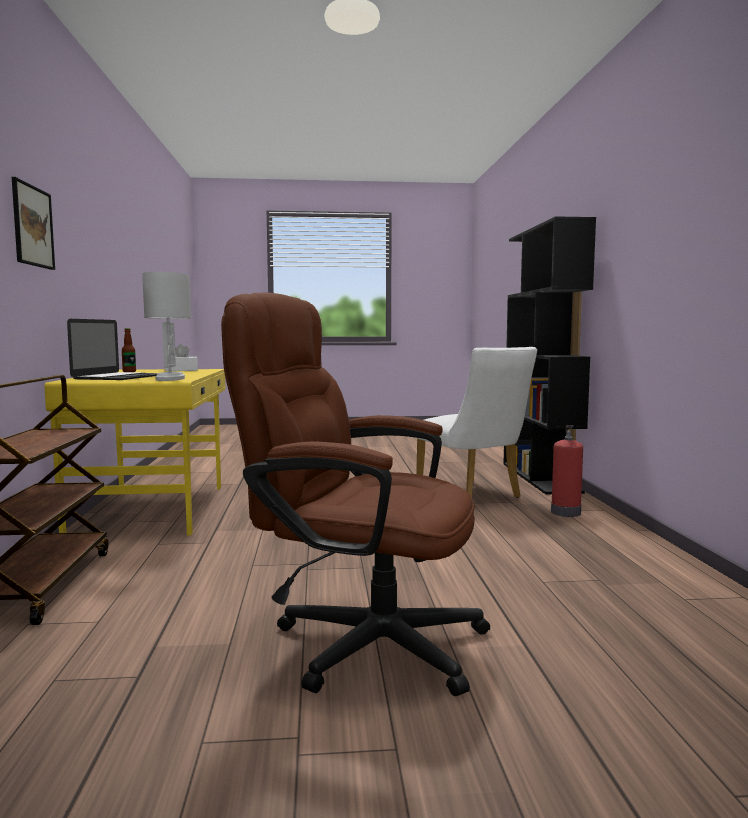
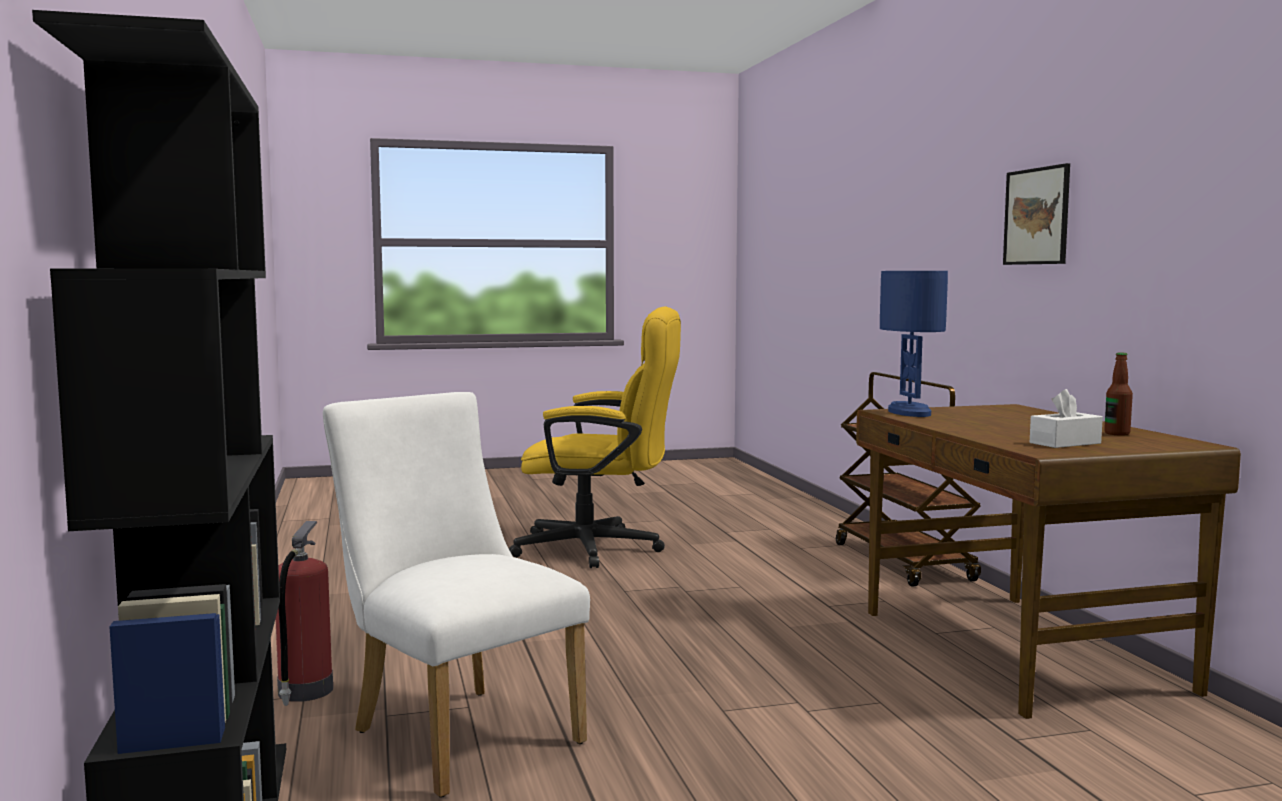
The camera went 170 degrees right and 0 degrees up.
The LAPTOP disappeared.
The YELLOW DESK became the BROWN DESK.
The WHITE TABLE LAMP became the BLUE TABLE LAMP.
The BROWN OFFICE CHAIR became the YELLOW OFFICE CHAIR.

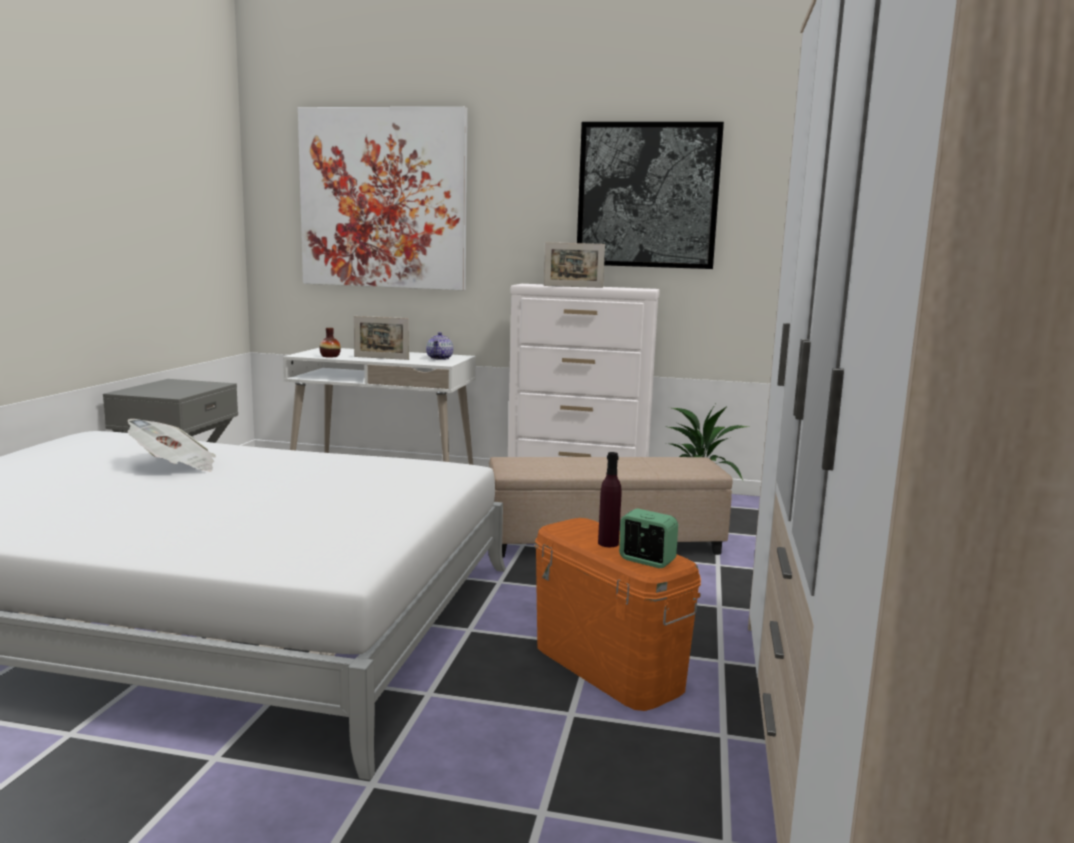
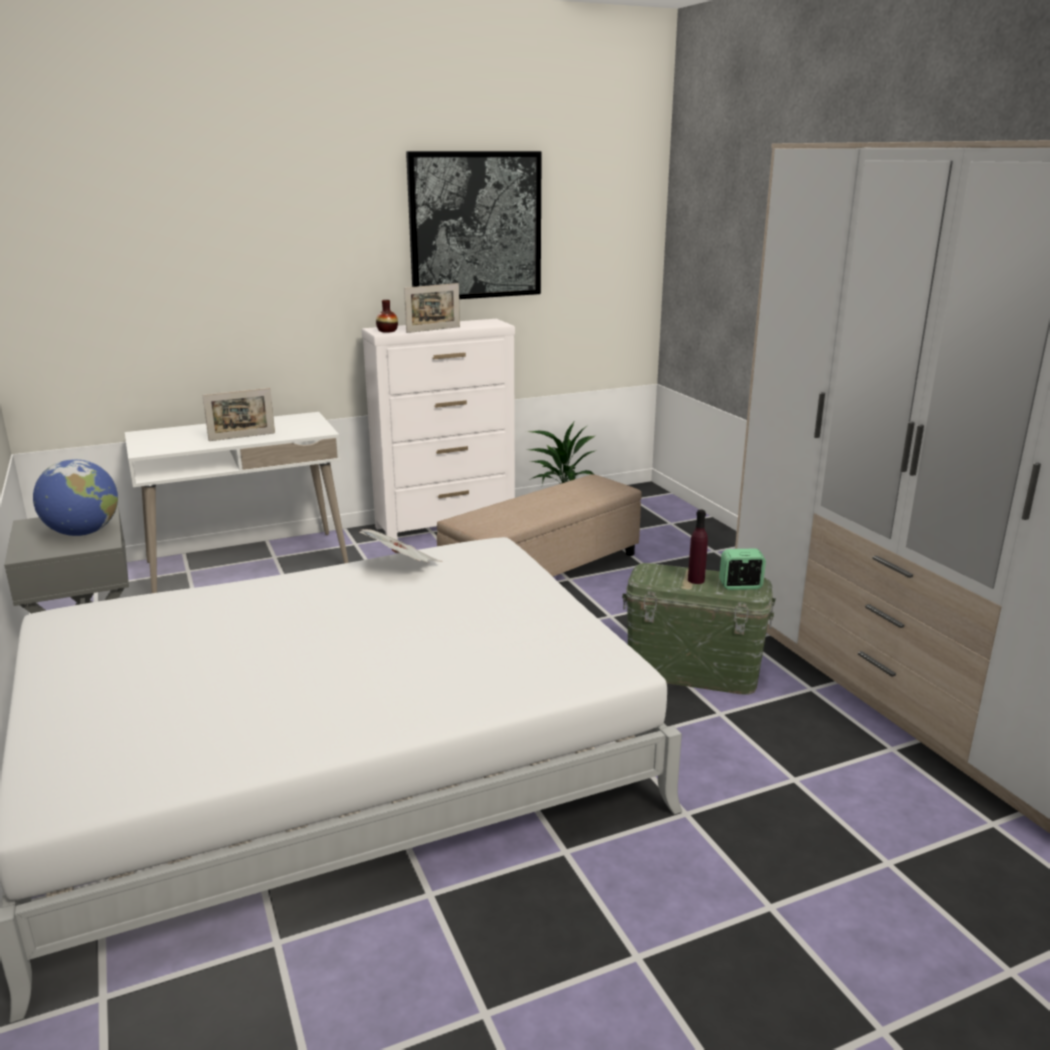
The camera went 35 degrees left and 10 degrees up.
The PICTURE (1st from left) disappeared.
The TEAPOT disappeared.
The GLOBE appeared.
The NEWSPAPER moved.
The VASE moved.
The ORANGE STORAGE BOX became the GREEN STORAGE BOX.

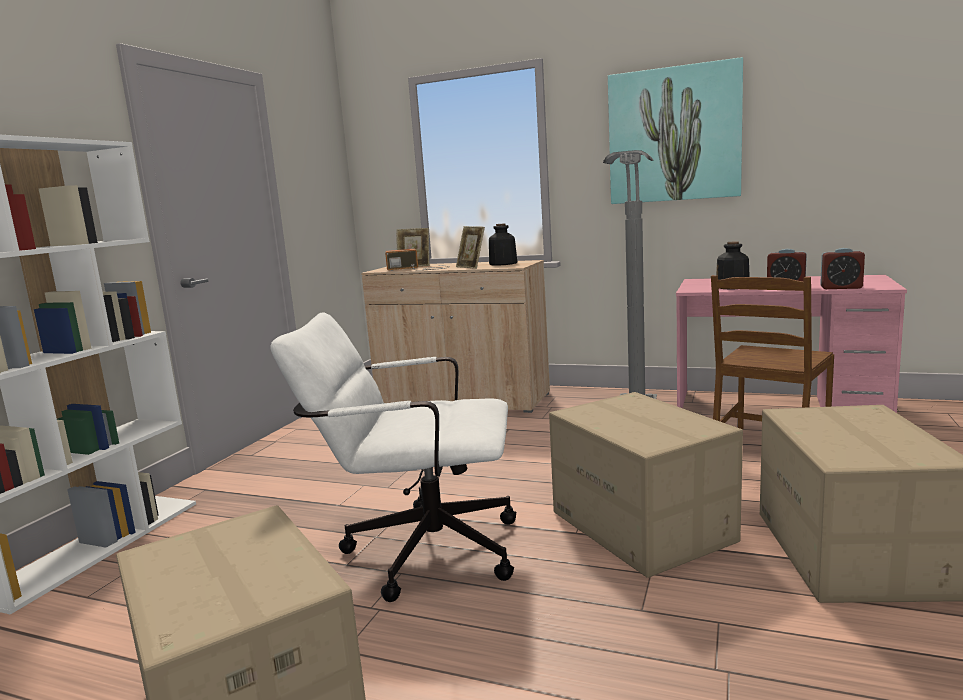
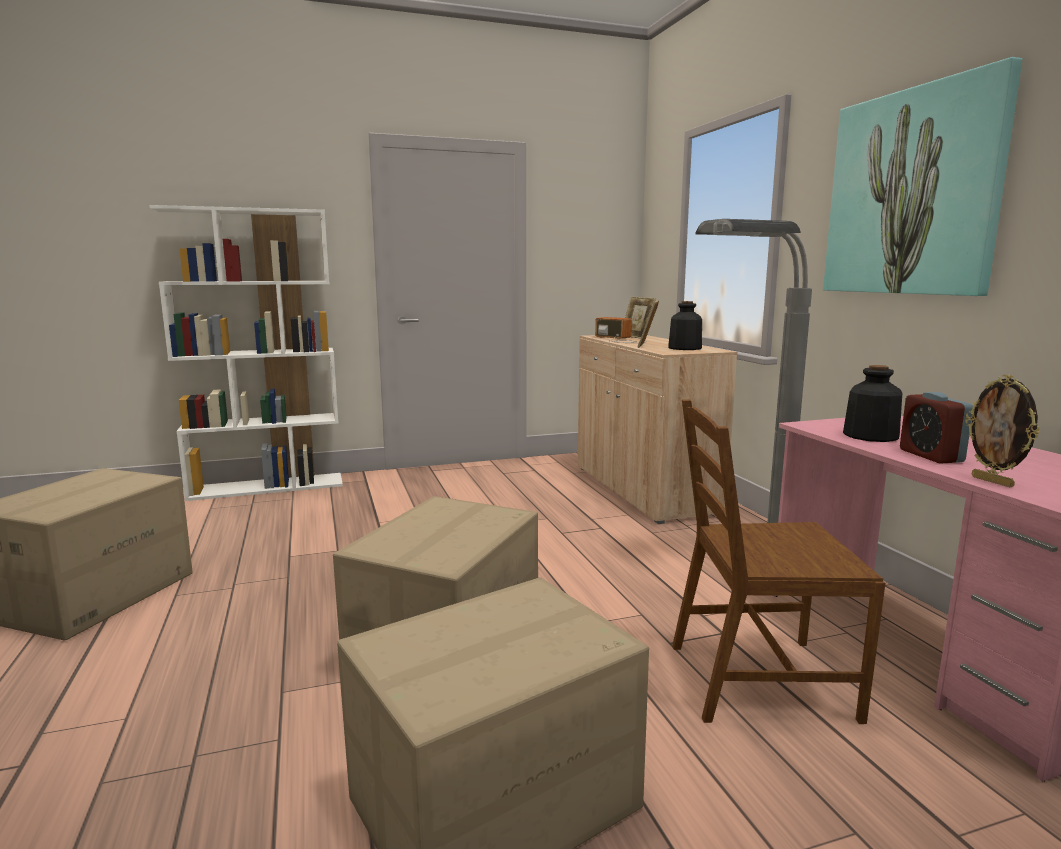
The camera went 50 degrees right and 0 degrees up.
The WHITE OFFICE CHAIR disappeared.
The ALARM CLOCK (2nd from left) was replaced by the PICTURE FRAME (3rd from left).

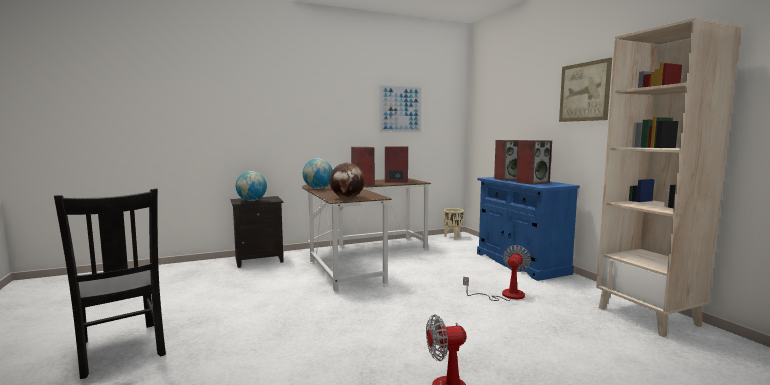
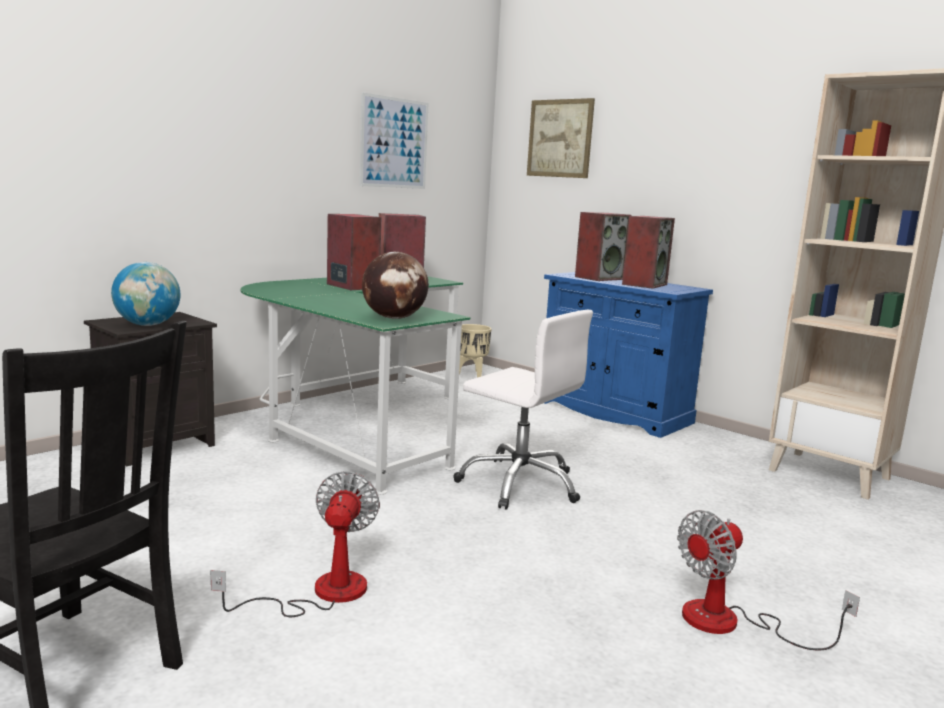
The camera went 25 degrees left and 5 degrees up.
The GLOBE (2nd from left) disappeared.
The WHITE OFFICE CHAIR appeared.
The FAN (2nd from left in the first image) moved.
The PICTURE (2nd from left) moved.
The BROWN DESK became the GREEN DESK.

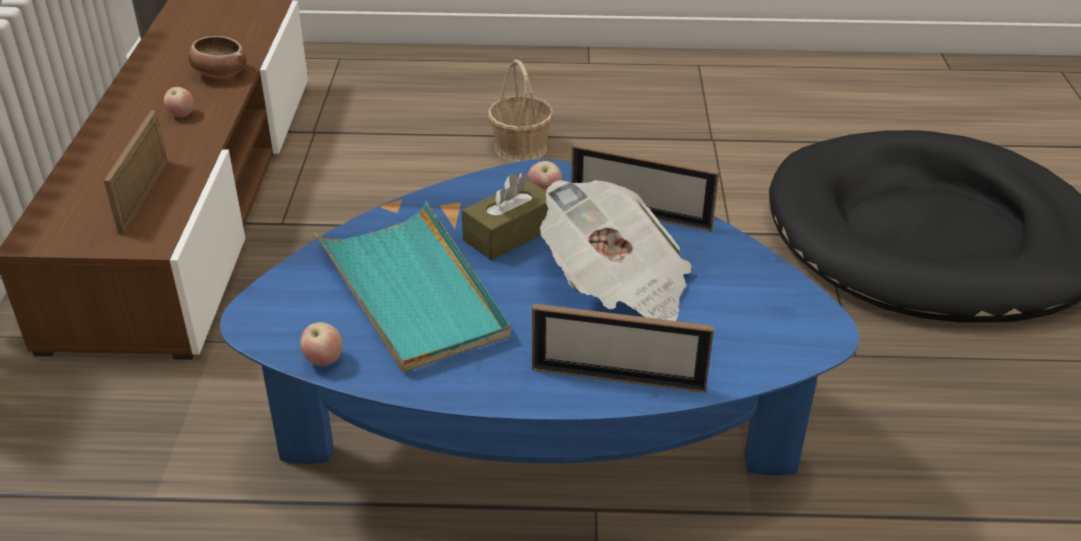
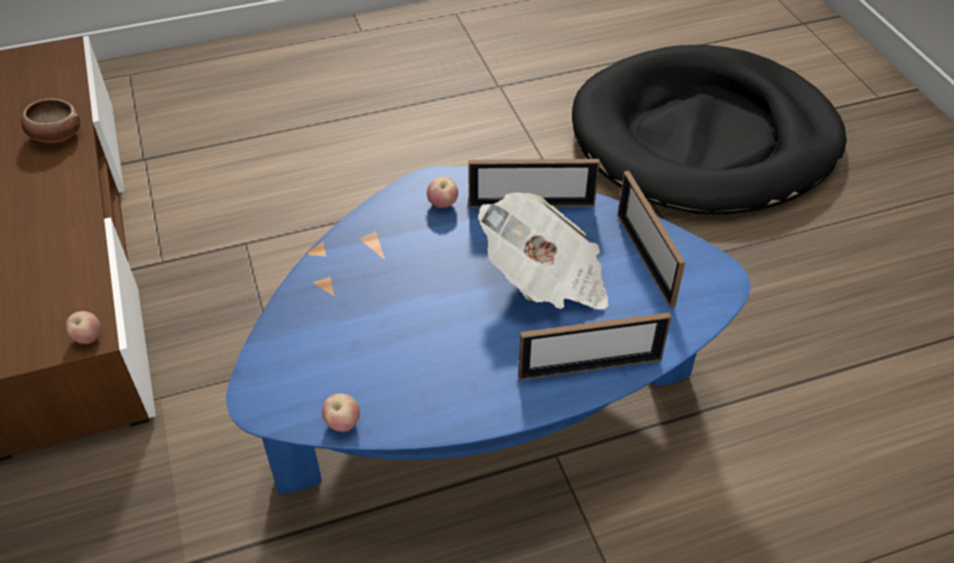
The camera went 20 degrees left and 10 degrees up.
The TURQUOISE TRAY disappeared.
The BROWN TISSUE BOX disappeared.
The BASKET disappeared.
The PICTURE FRAME (1st from left in the first image) moved.
The APPLE (1st from left) moved.

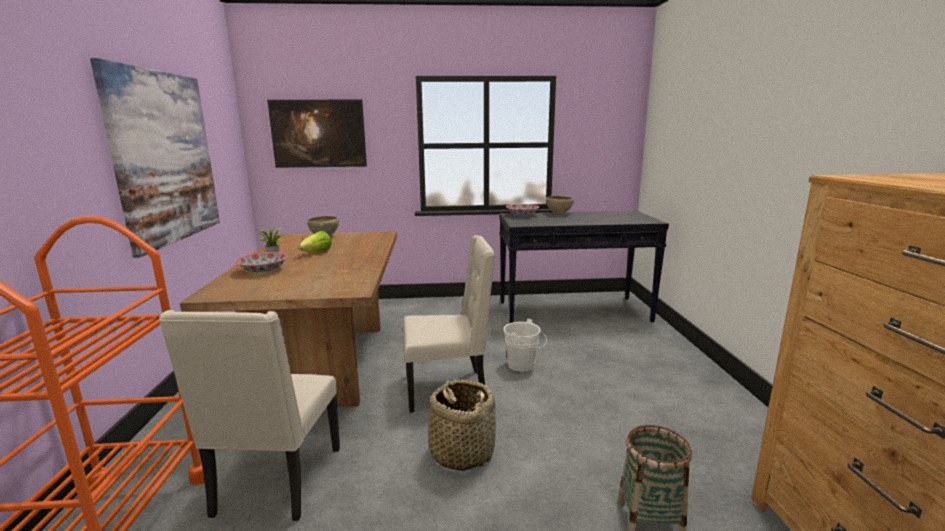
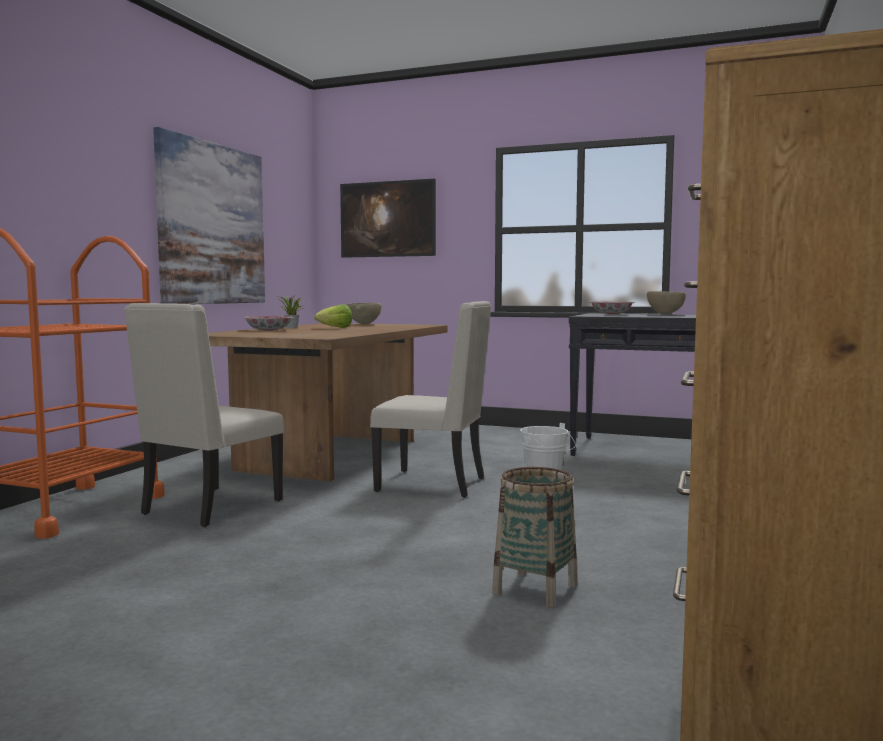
The camera went 25 degrees right and 10 degrees down.
The BASKET (1st from left) disappeared.

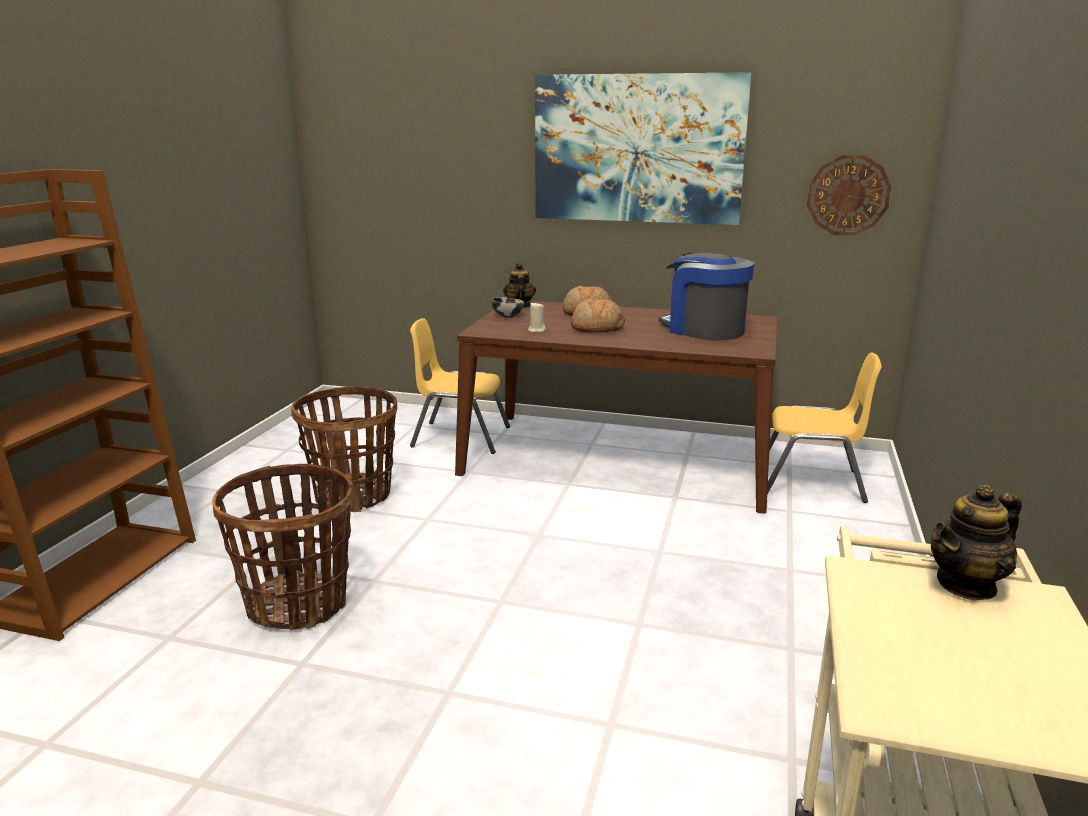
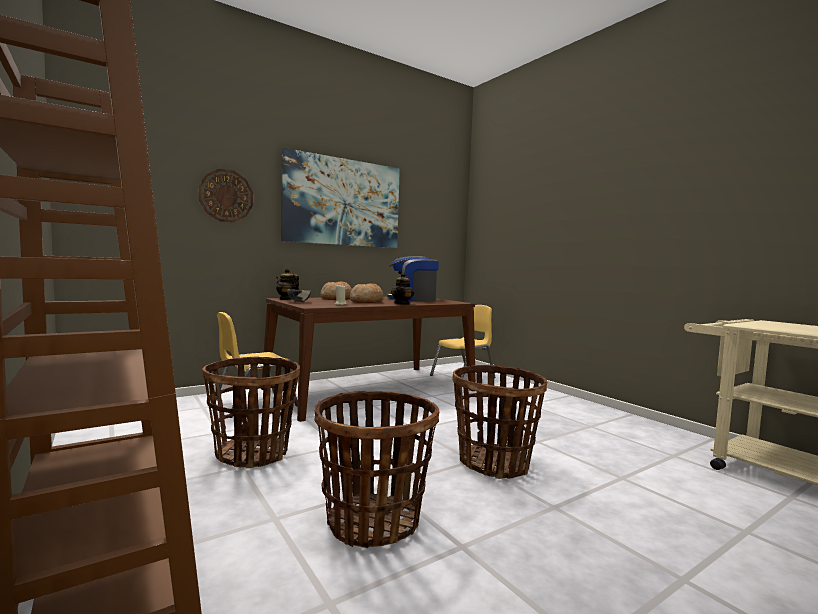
The camera went 50 degrees left and 15 degrees down.
The BASKET (3rd from left) appeared.
The WALL CLOCK moved.
The TEAPOT (2nd from left) moved.

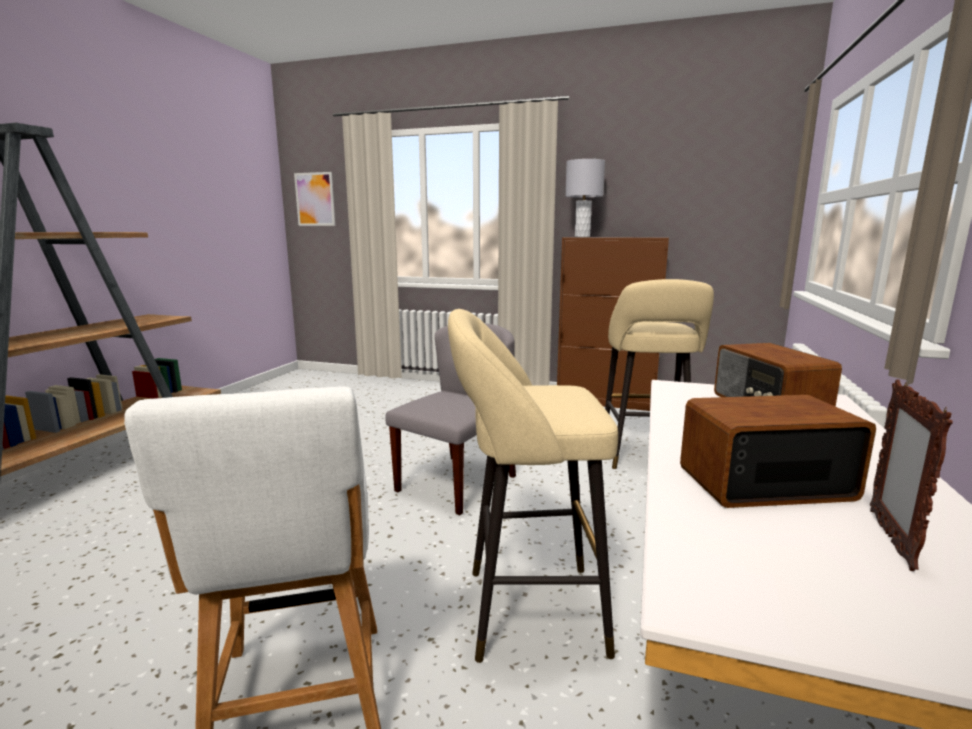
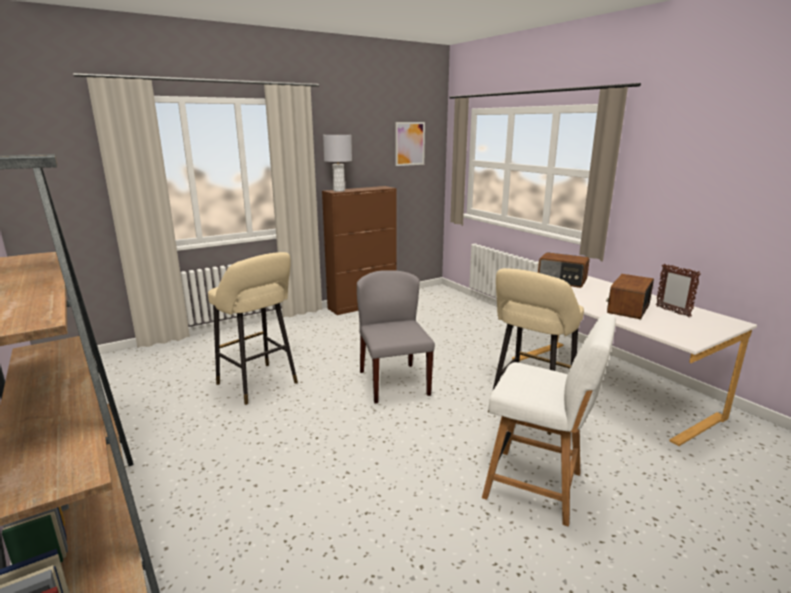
The camera went 50 degrees left and 5 degrees up.
The PICTURE moved.
The BEIGE STOOL (2nd from left in the first image) moved.

